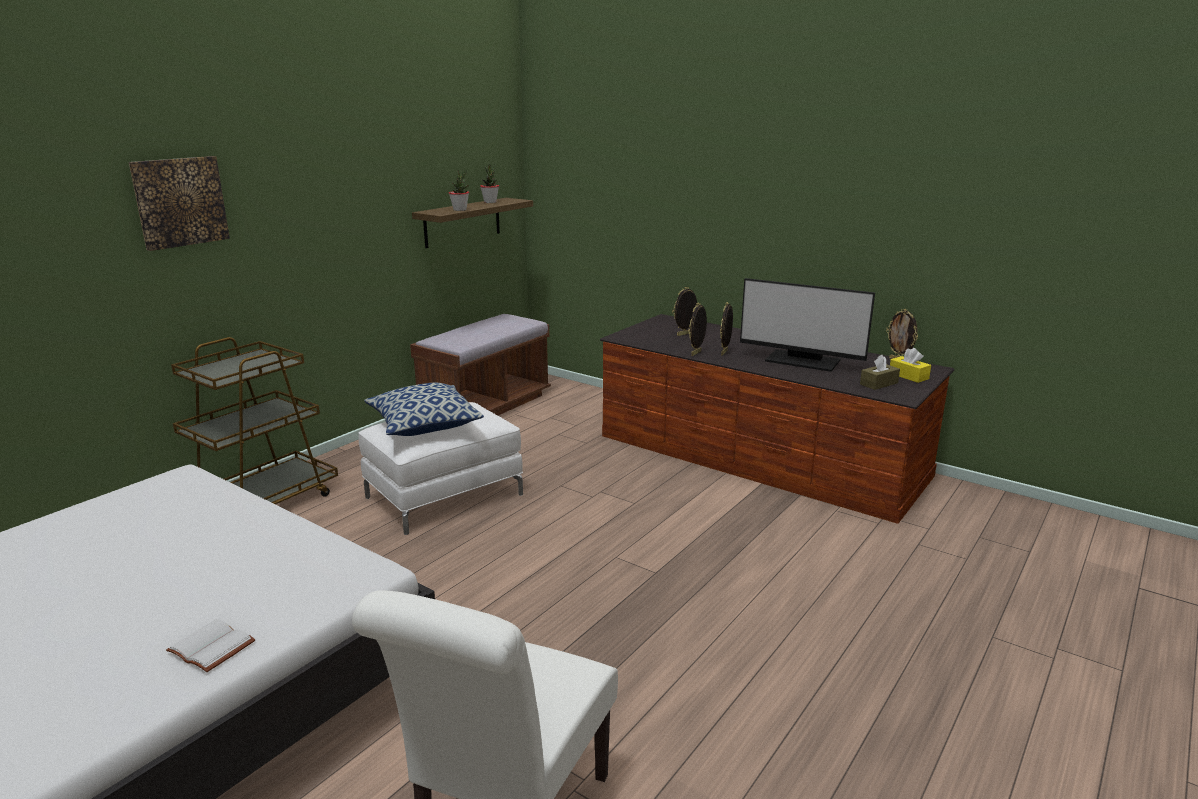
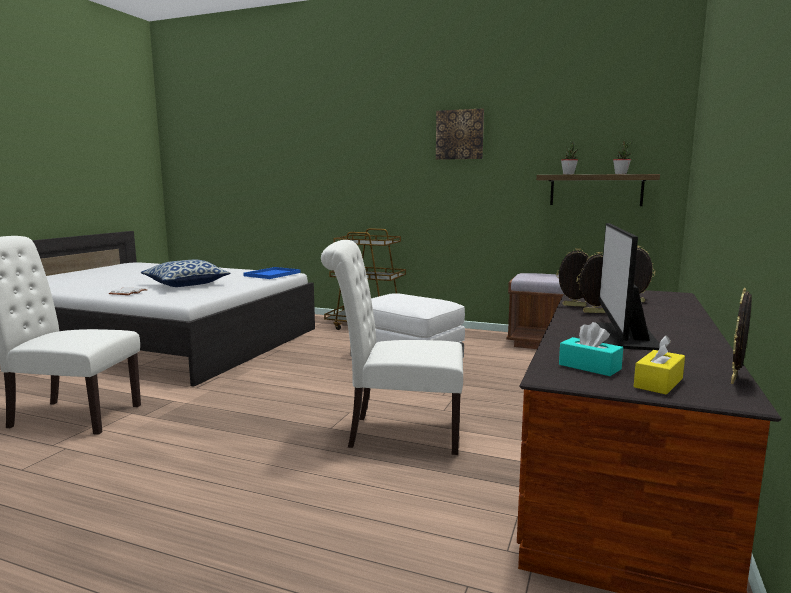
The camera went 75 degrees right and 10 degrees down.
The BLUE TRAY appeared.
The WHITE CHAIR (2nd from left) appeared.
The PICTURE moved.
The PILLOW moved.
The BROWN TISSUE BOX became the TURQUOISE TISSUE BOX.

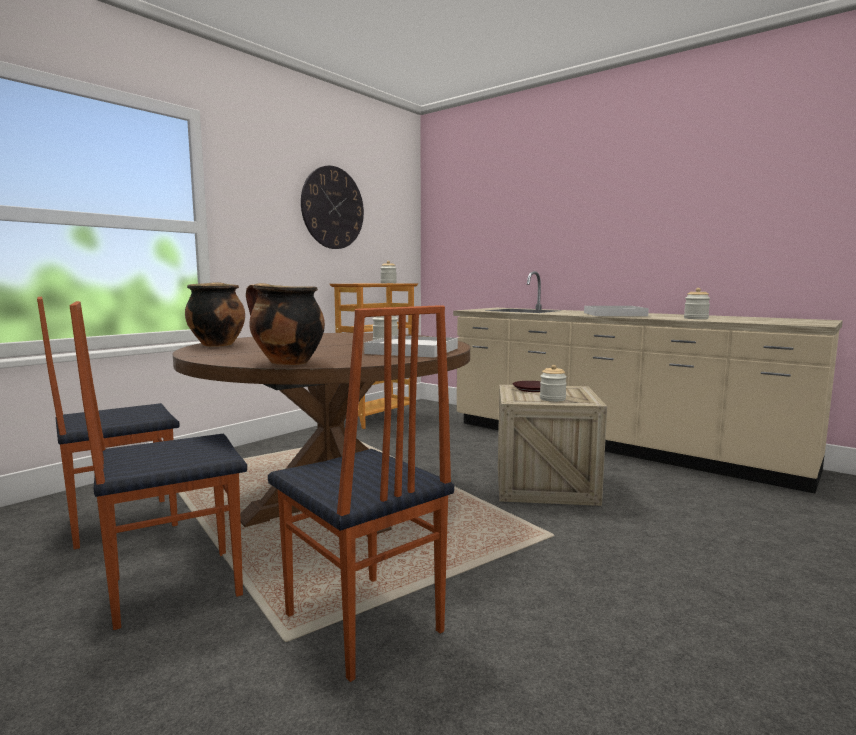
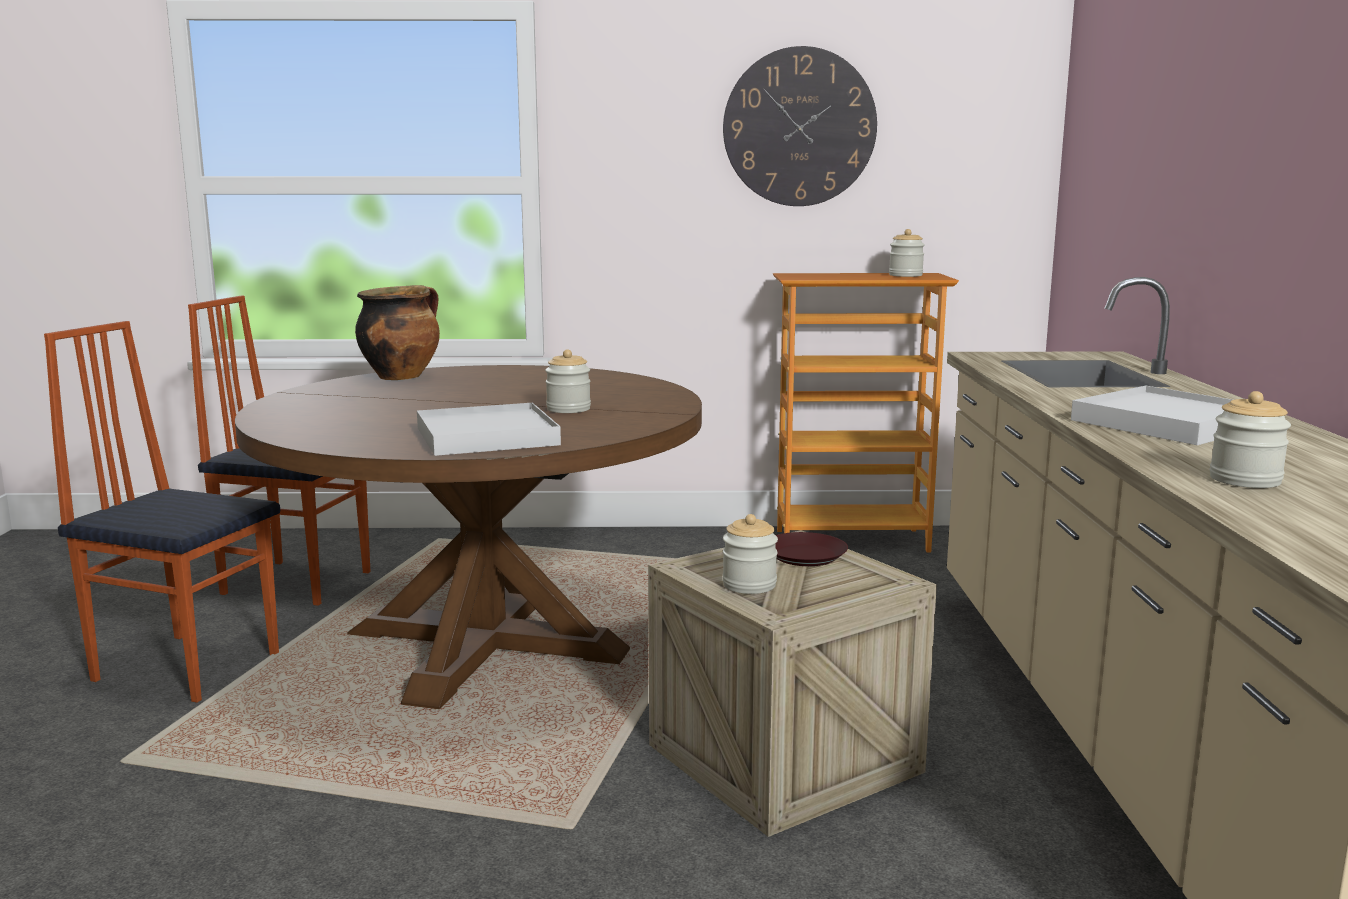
The camera went 50 degrees right and 5 degrees up.
The COOKING POT (2nd from left) disappeared.
The CHAIR (3rd from left) disappeared.

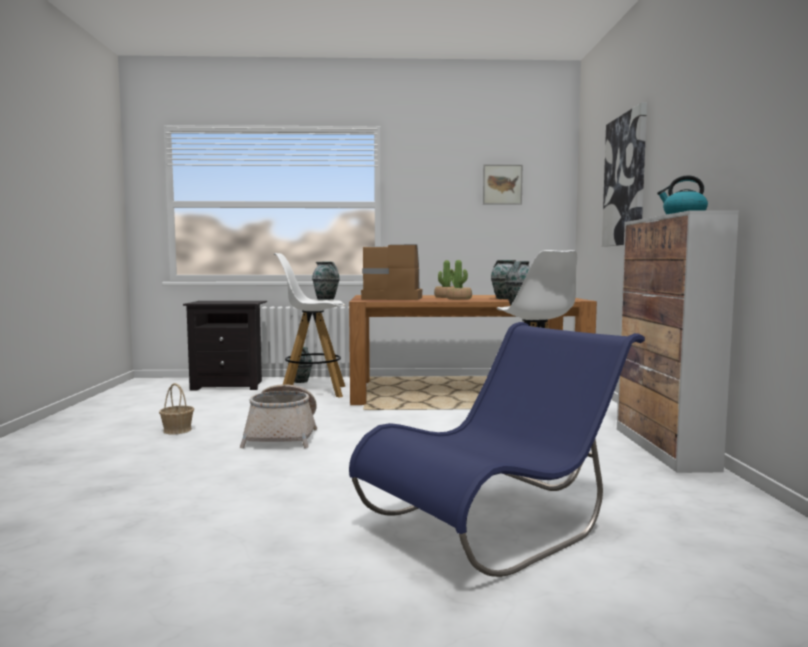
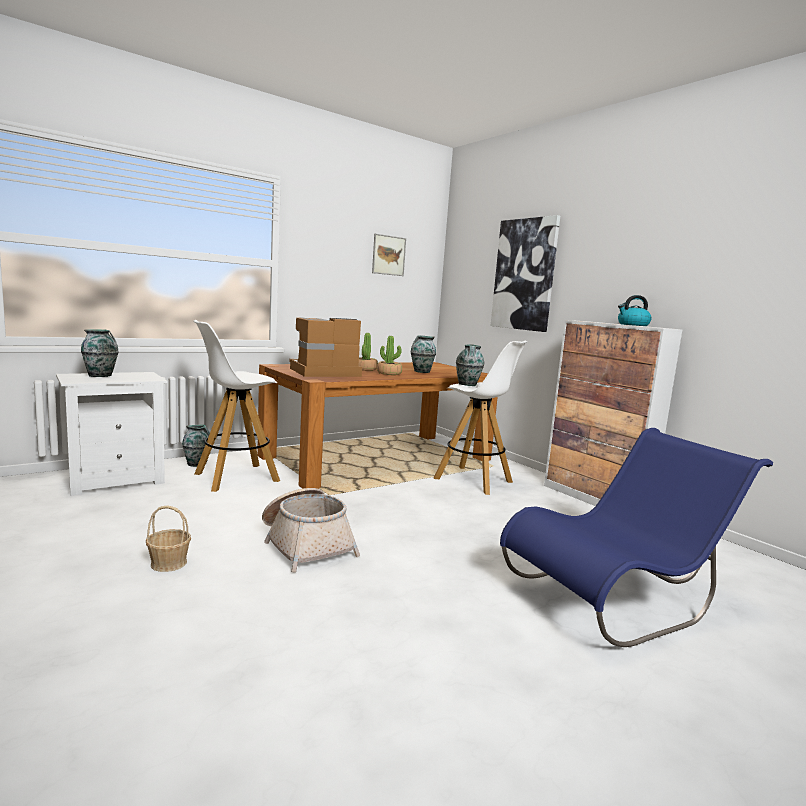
The camera went 35 degrees left and 5 degrees up.
The VASE (2nd from left in the first image) moved.
The BLACK NIGHTSTAND became the WHITE NIGHTSTAND.
The BLUE CHAIR turned 45 degrees clockwise.

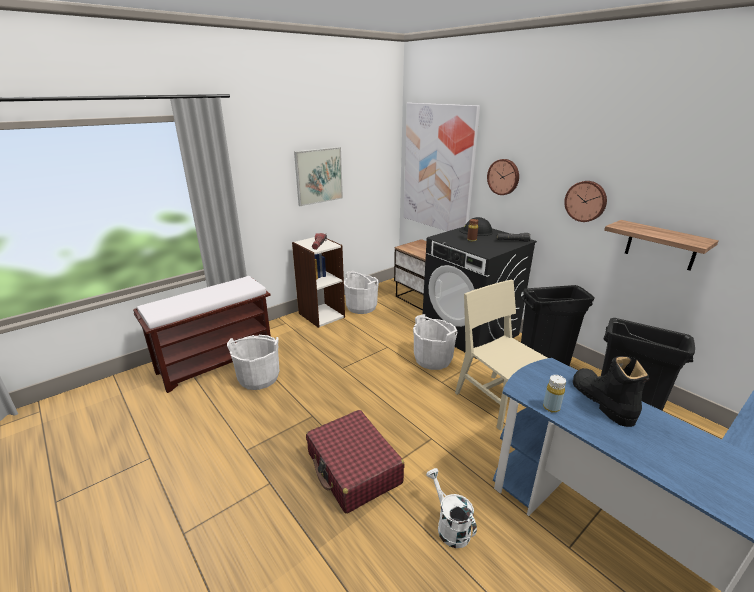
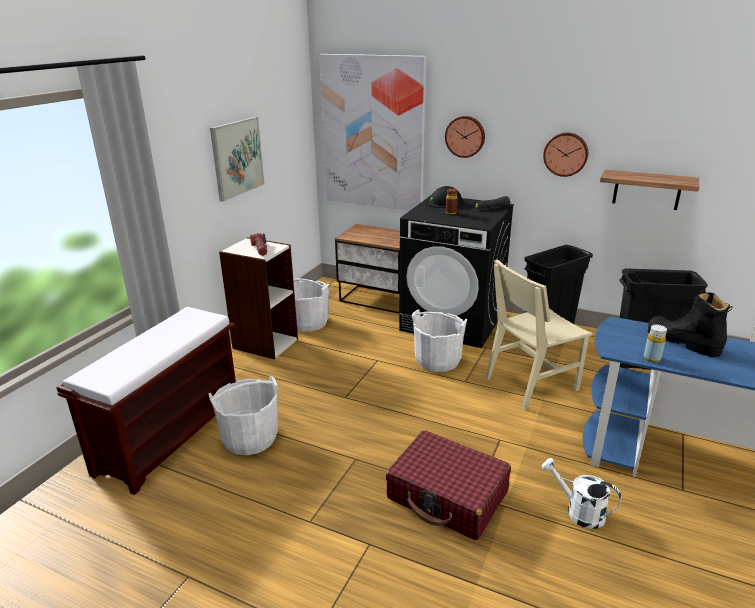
The camera went 25 degrees left and 0 degrees up.
The BEIGE CHAIR turned 60 degrees counterclockwise.

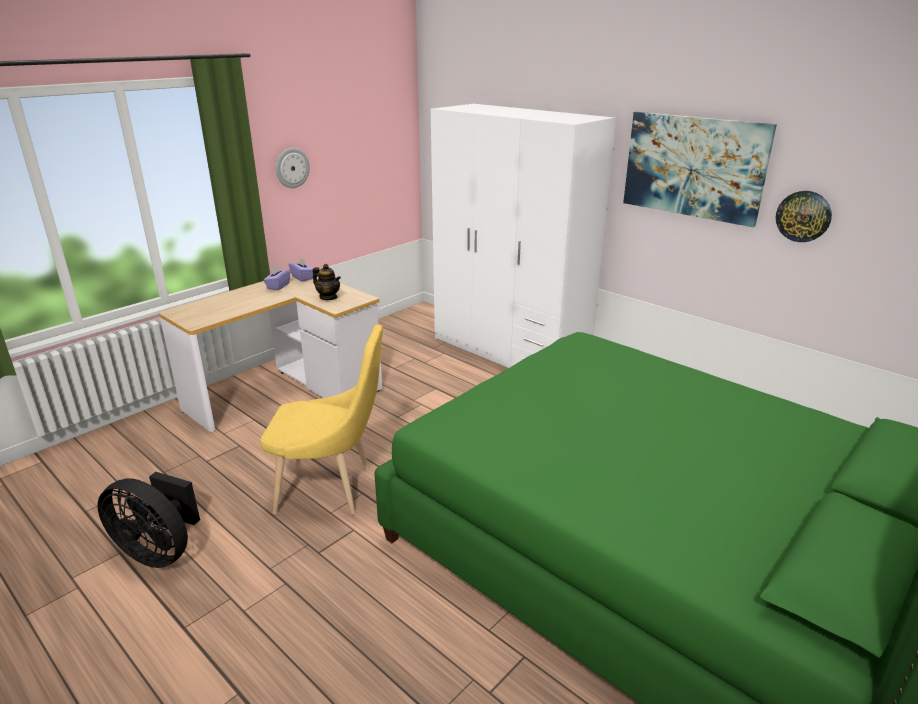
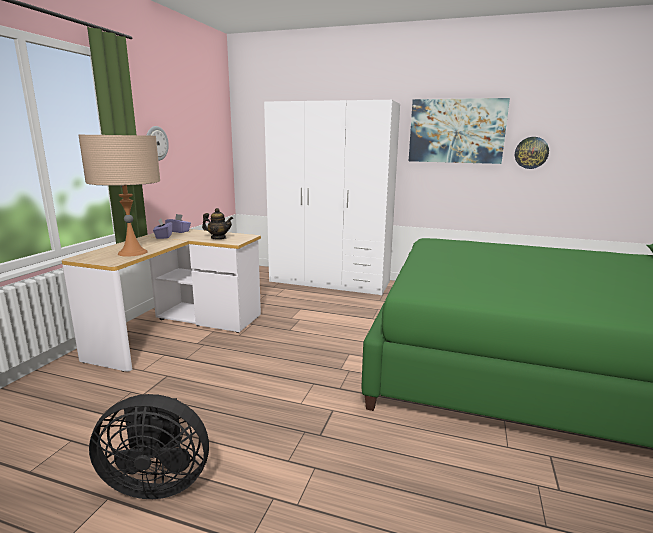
The camera went 25 degrees left and 10 degrees down.
The YELLOW CHAIR disappeared.
The BEIGE TABLE LAMP appeared.

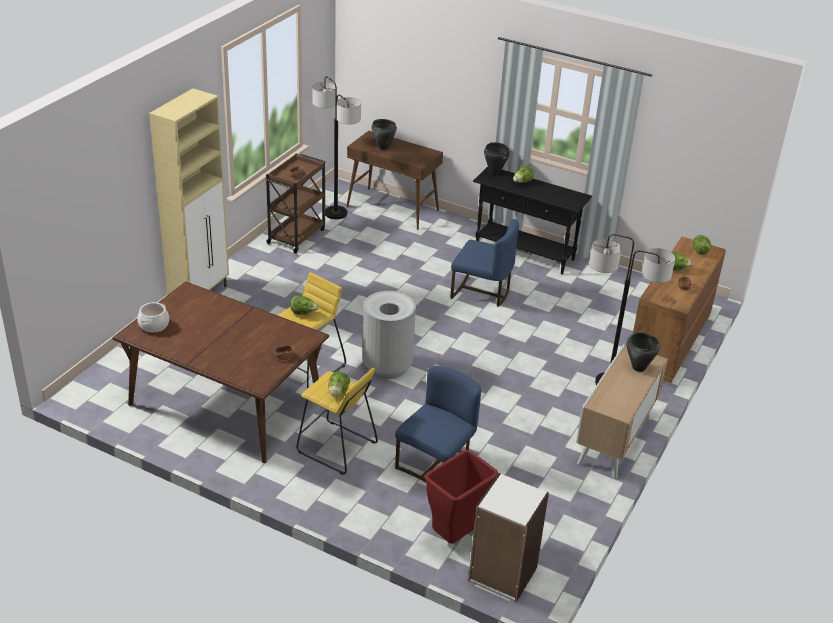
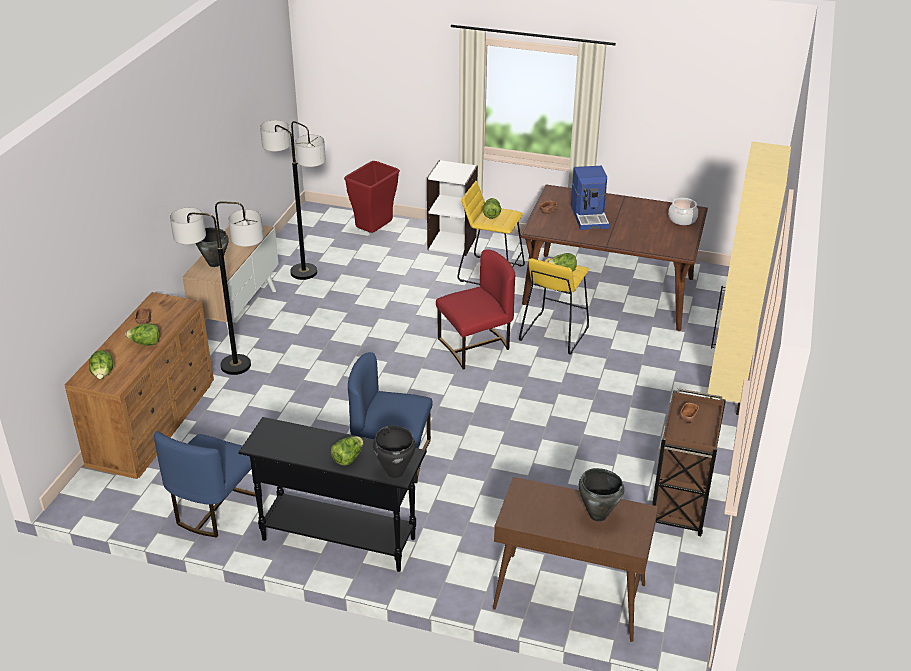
The camera went 170 degrees right and 0 degrees up.
The COFFEE MACHINE appeared.
The FLOOR LAMP (1st from left in the first image) moved.
The BLUE CHAIR (1st from left) moved.
The WHITE BOOKCASE moved.
The GREY TRASH CAN was replaced by the RED CHAIR.

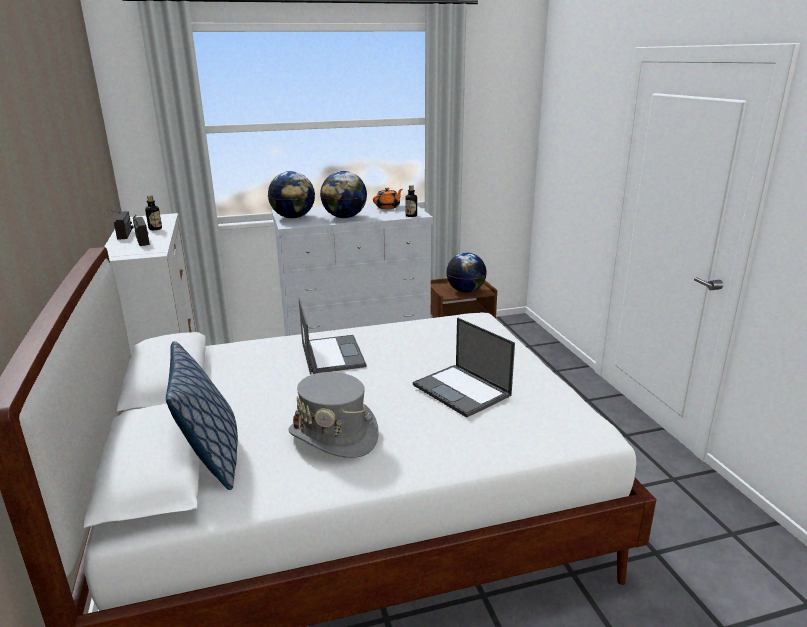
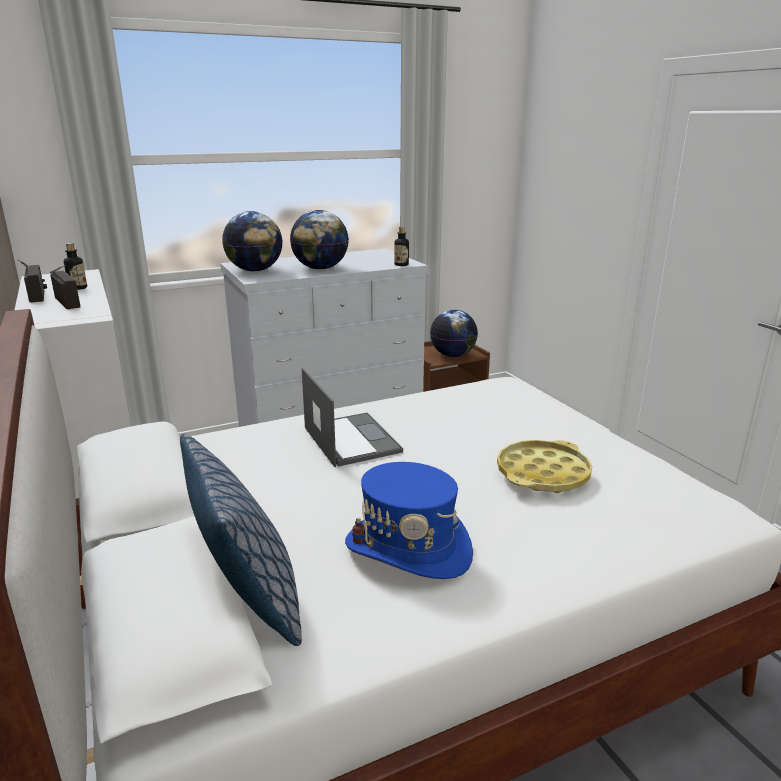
The camera went 10 degrees left and 0 degrees up.
The ORANGE TEAPOT disappeared.
The LAPTOP (2nd from left) was replaced by the YELLOW TRAY.
The GREY HAT became the BLUE HAT.

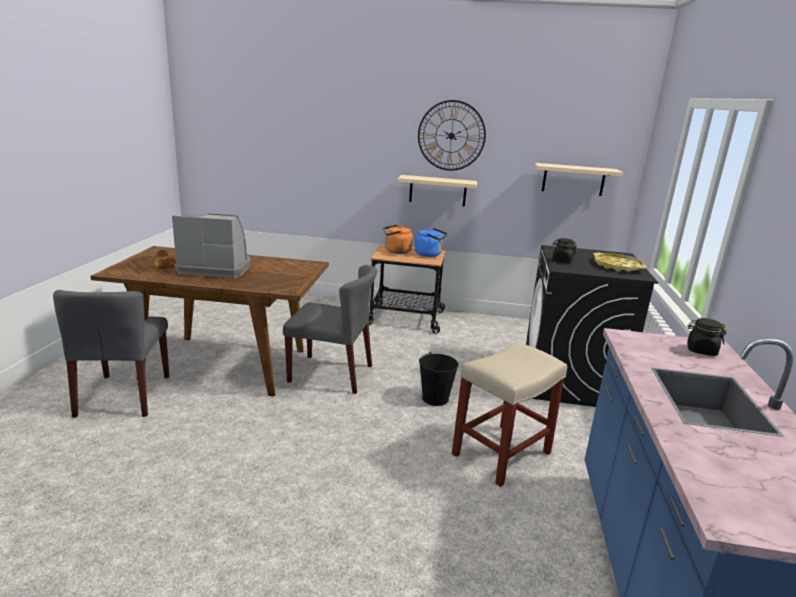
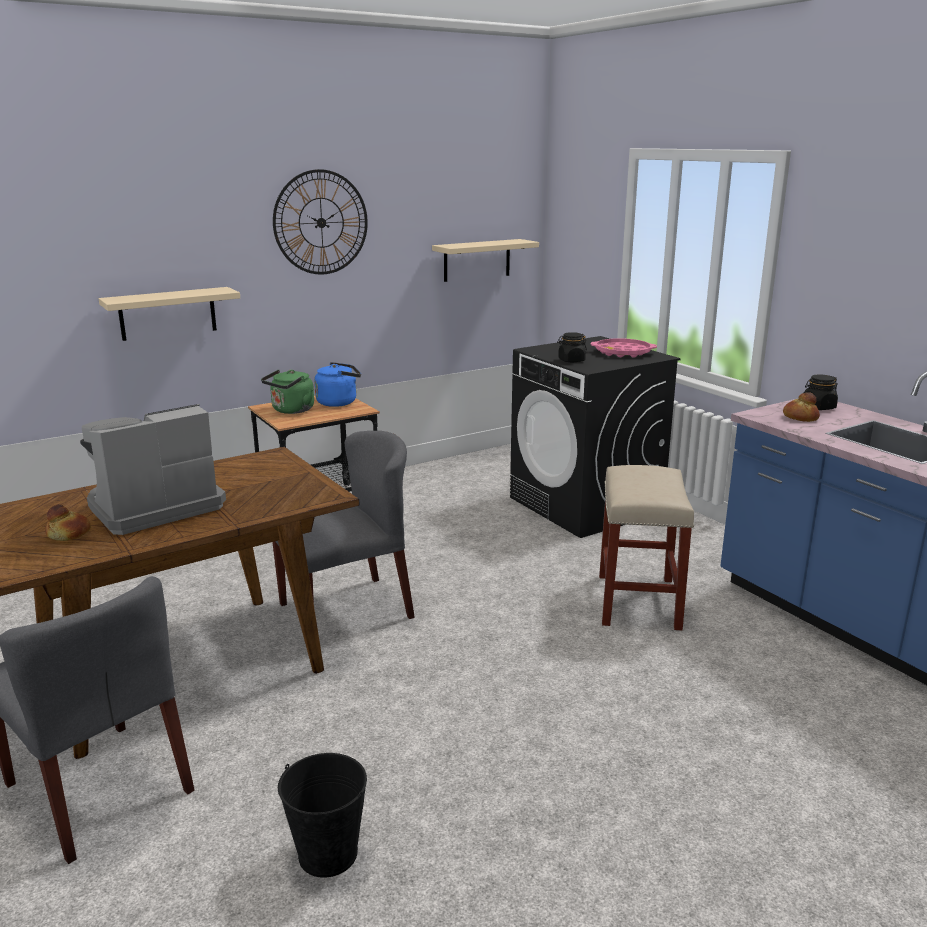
The camera went 40 degrees left and 0 degrees up.
The BREAD (2nd from left) appeared.
The BEIGE SHELF (1st from left) moved.
The BLACK BUCKET moved.
The ORANGE KETTLE became the GREEN KETTLE.
The YELLOW TRAY became the PINK TRAY.

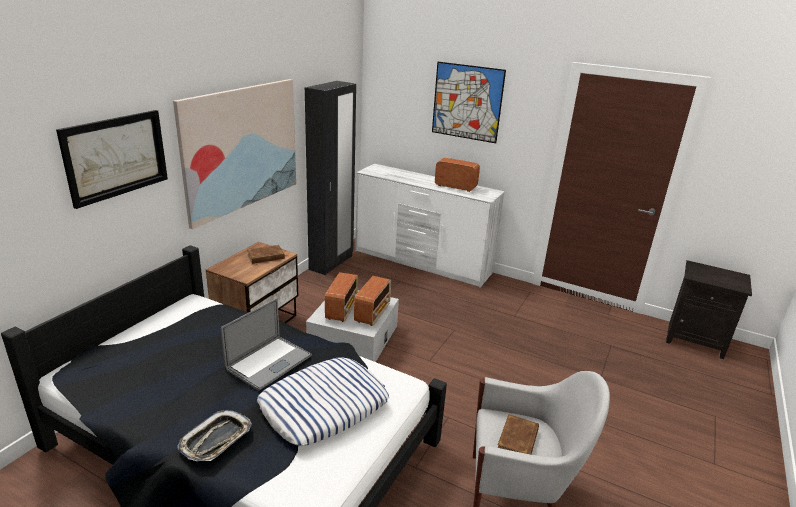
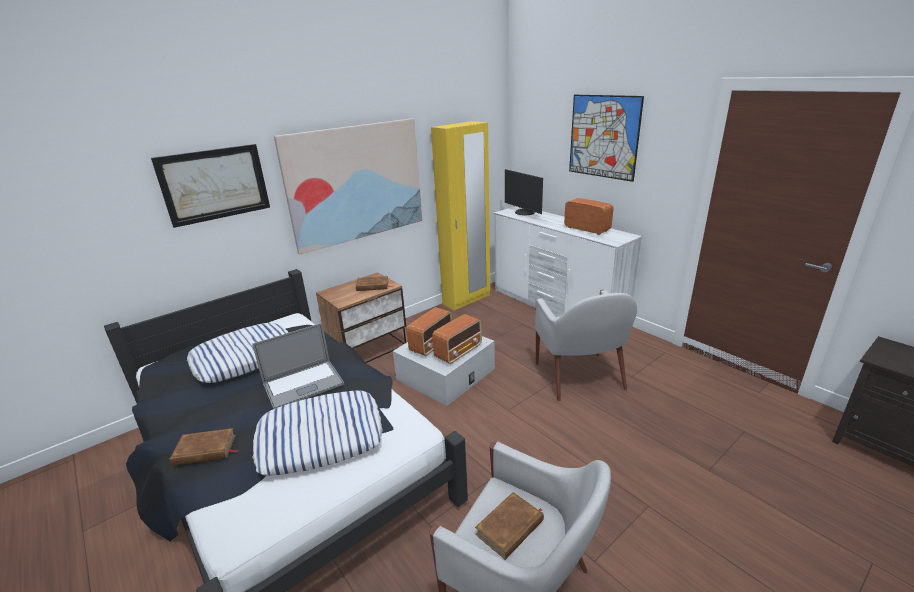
The camera went 25 degrees right and 0 degrees up.
The PILLOW (1st from left) appeared.
The MONITOR appeared.
The WHITE ARMCHAIR (2nd from left) appeared.
The TRAY was replaced by the BROWN BOOK (1st from left).
The BLACK WARDROBE became the YELLOW WARDROBE.

